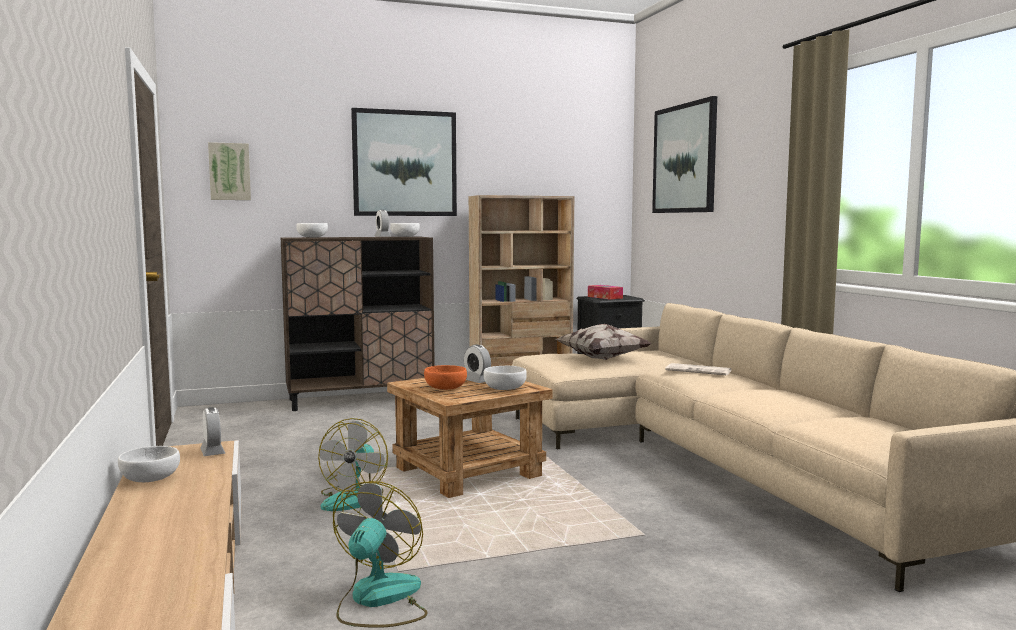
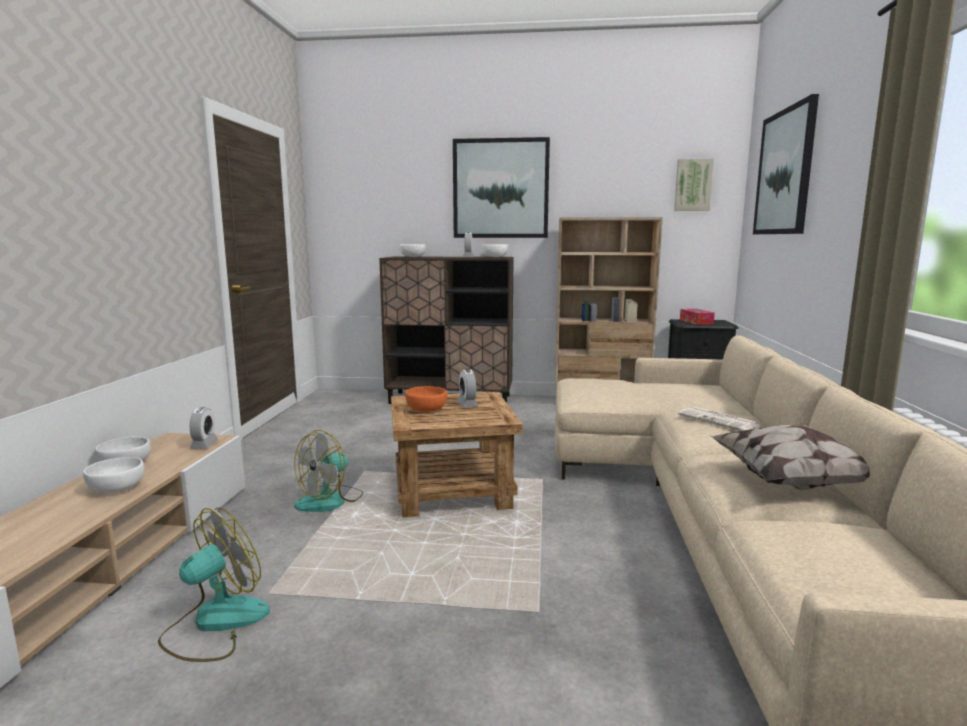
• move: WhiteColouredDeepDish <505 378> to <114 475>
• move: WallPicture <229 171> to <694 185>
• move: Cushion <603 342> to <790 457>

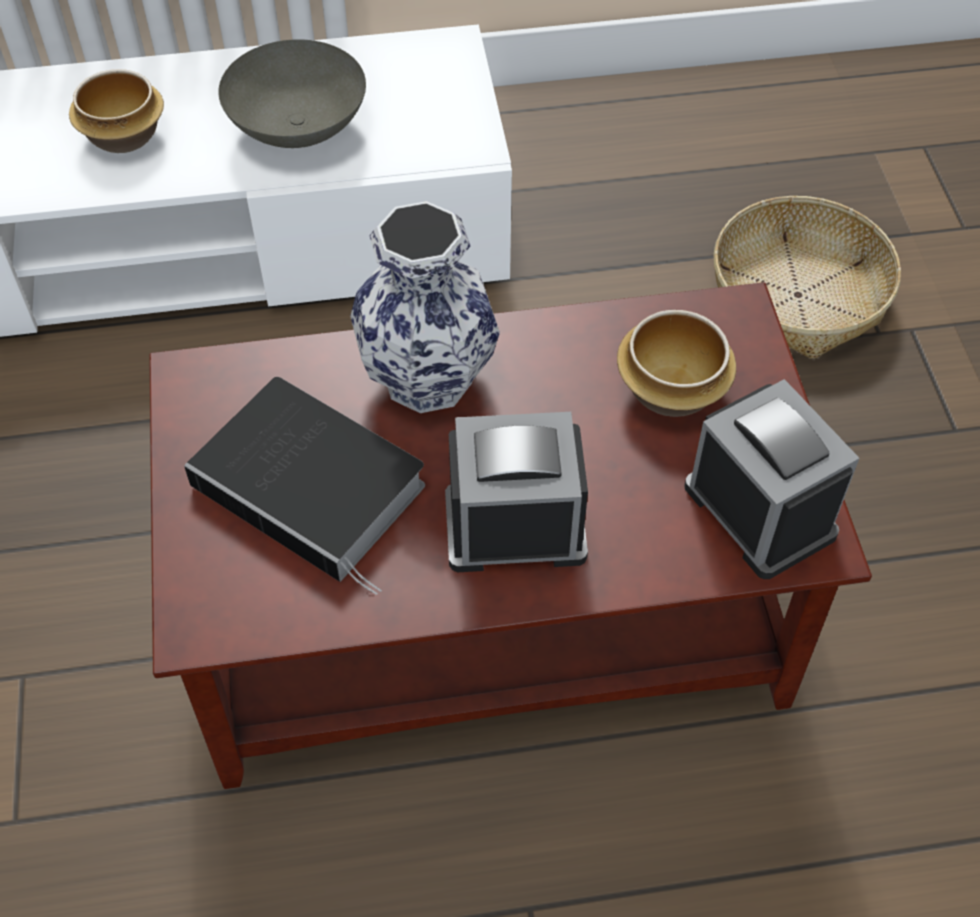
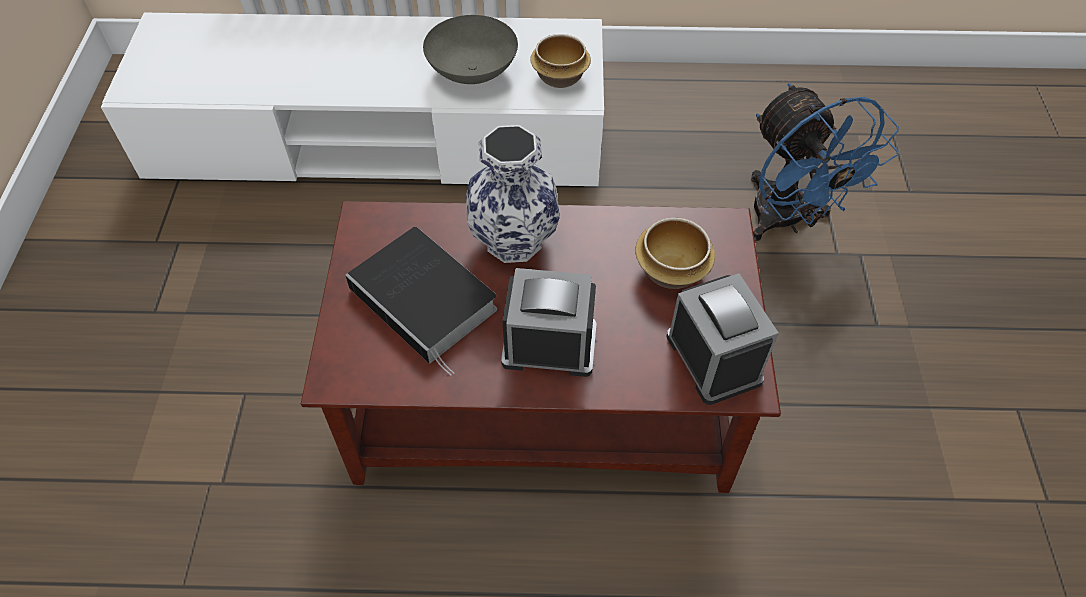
• move: DeepDish <116 111> to <560 61>
• replace: HouseholdBasket <807 278> to BluishFan <825 162>

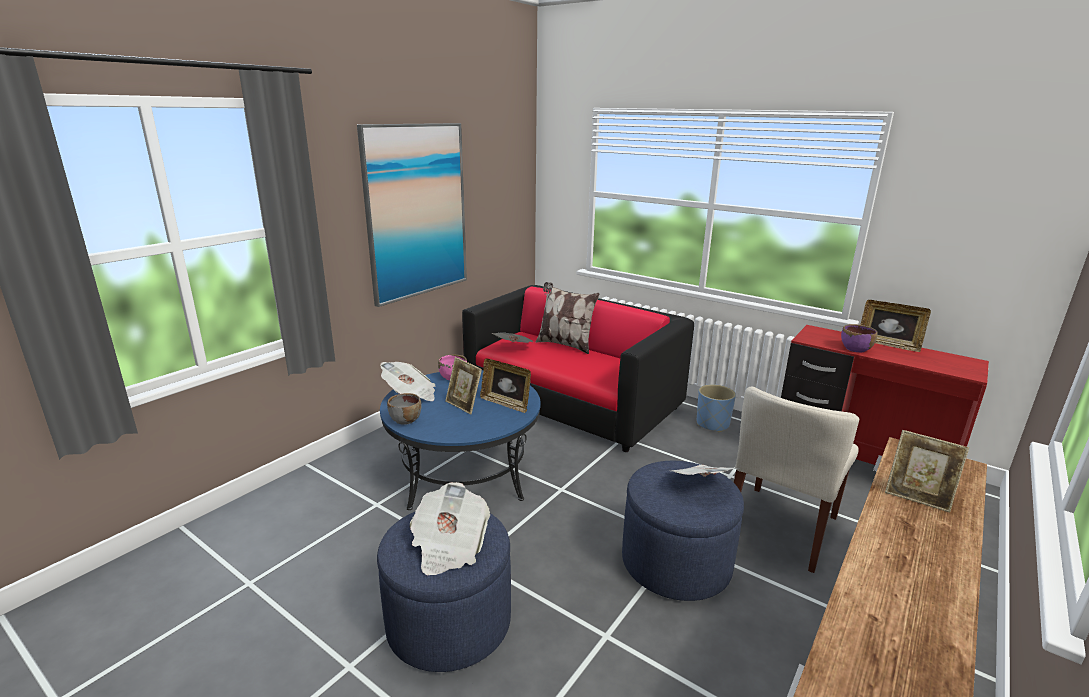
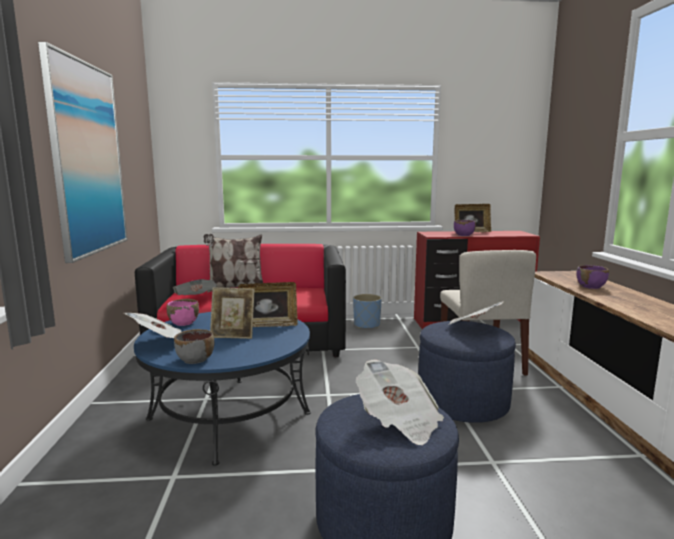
• replace: PhotoFrame <927 471> to PurplishDeepDish <592 277>

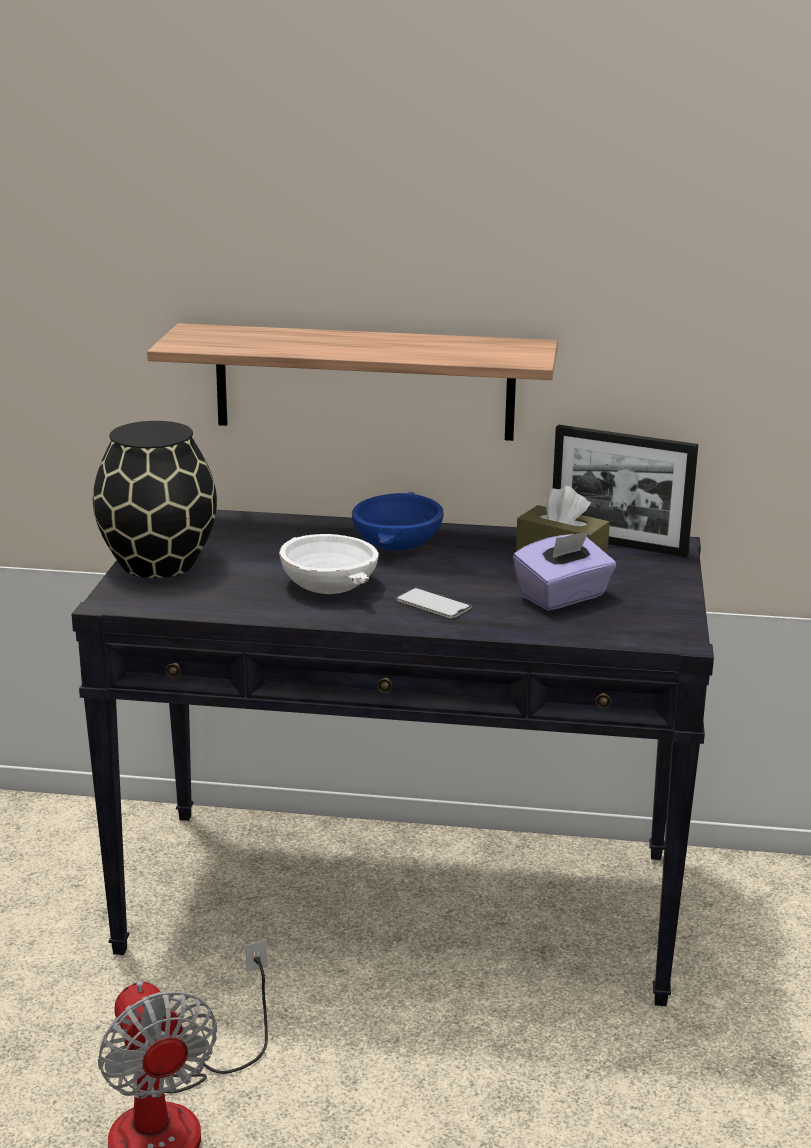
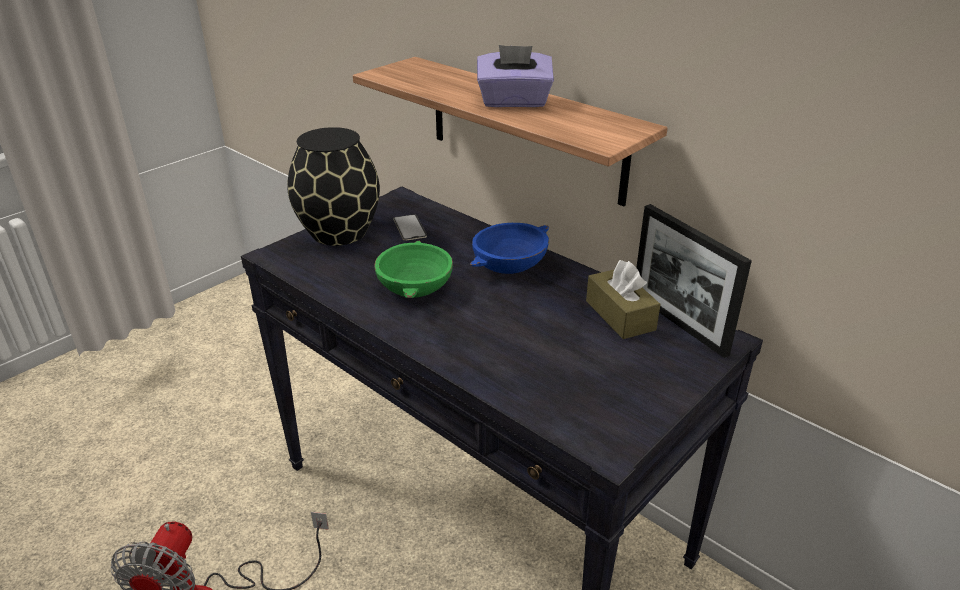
• recolor: WhiteColouredDeepDish <329 564> to GreenishDeepDish <413 269>
• move: Handset <434 603> to <410 227>
• move: PurplishTissueHolder <564 571> to <515 76>

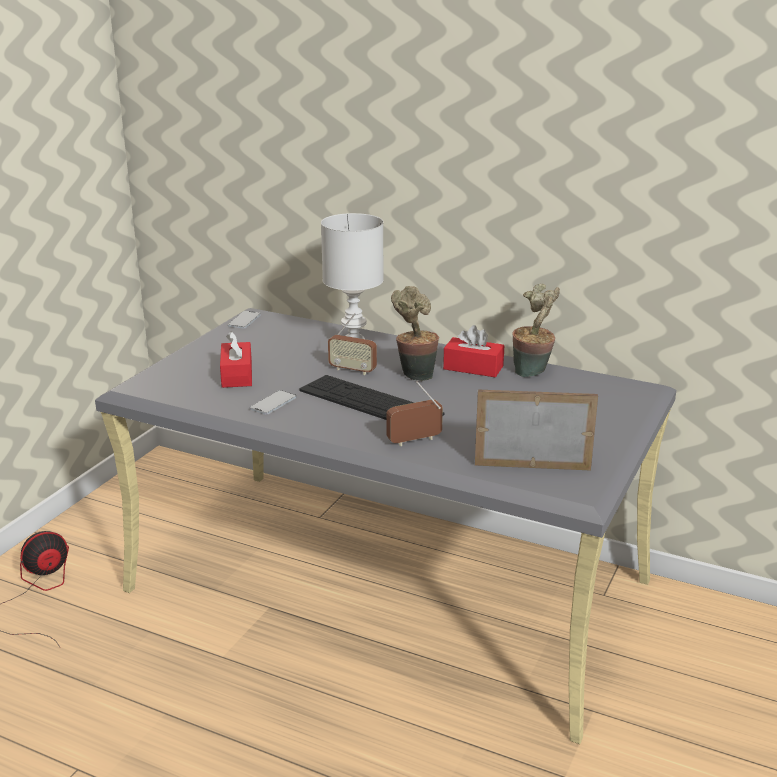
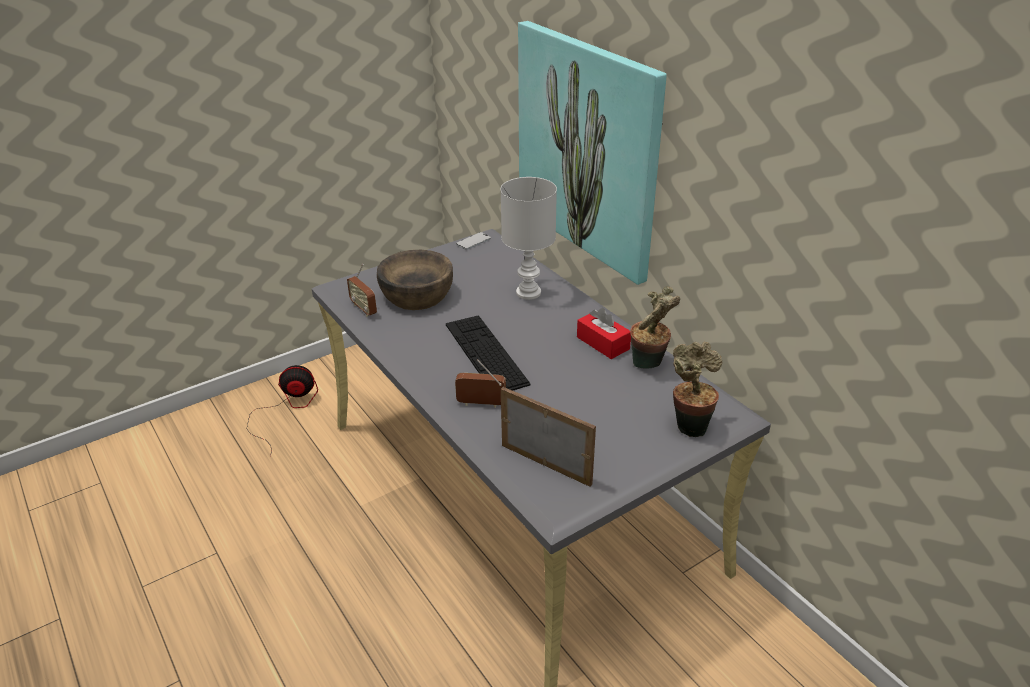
• move: RadioReceiver <352 344> to <362 290>
• replace: RedColouredTissueHolder <236 359> to BrownishDeepDish <415 280>
• insert: WallPicture <592 153>
• move: PottedPlant <415 333> to <697 389>
• delete: Handset <273 402>

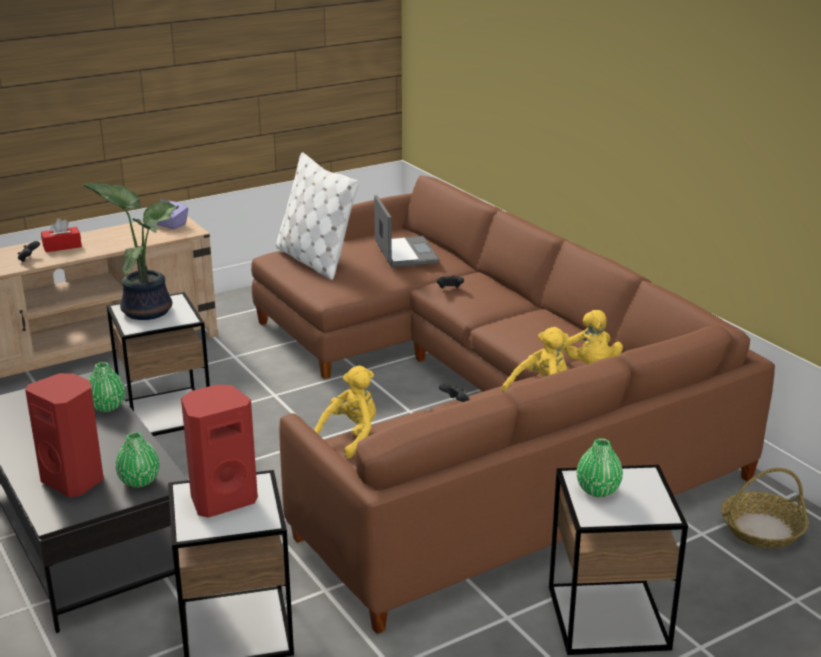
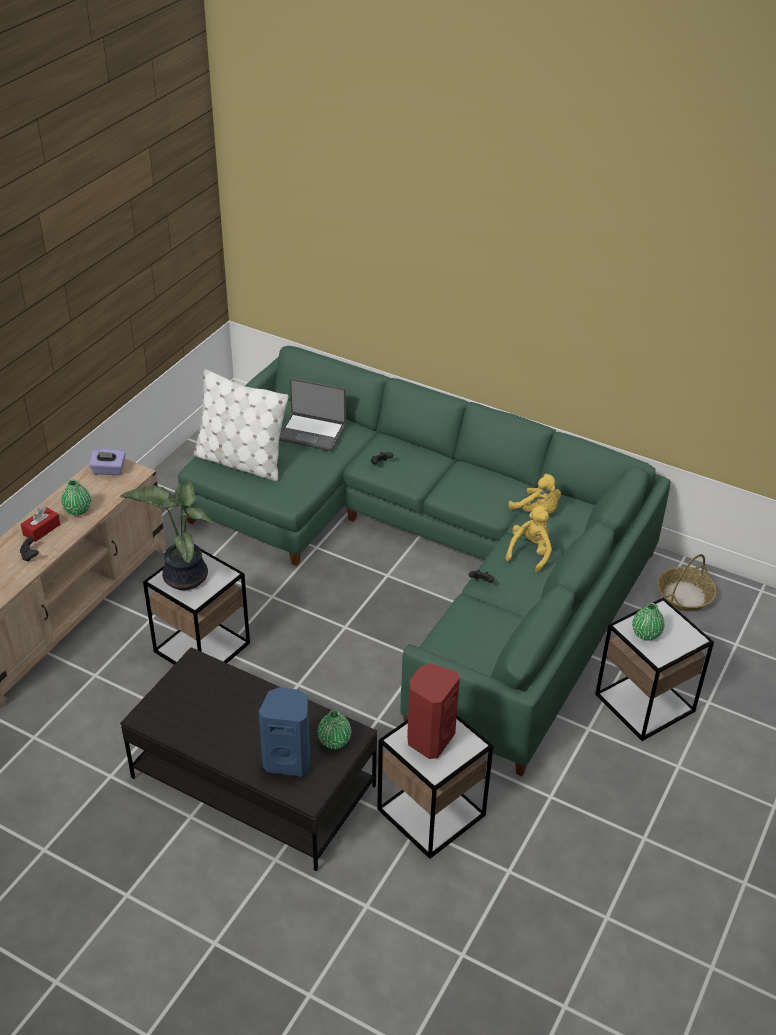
• move: GreenishDecorativeVase <106 387> to <76 498>
• recolor: BrownishSofa <513 404> to GreenishSofa <424 561>
• recolor: RedColouredSpeaker <64 435> to BluishSpeaker <284 732>
• rotate: PortableComputer <407 231> = <312 414> 150 degrees clockwise
• delete: YellowSoftToy <345 412>

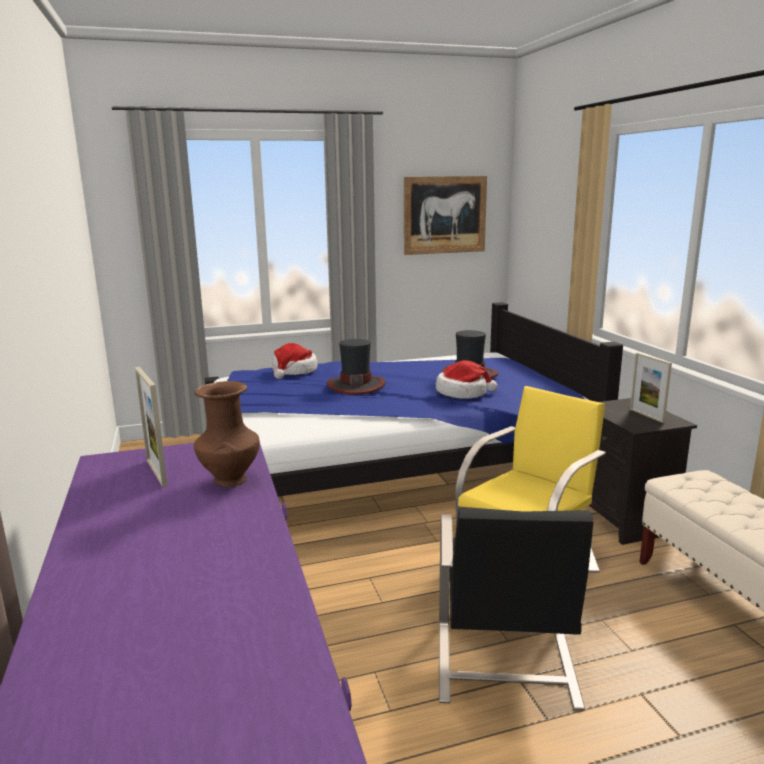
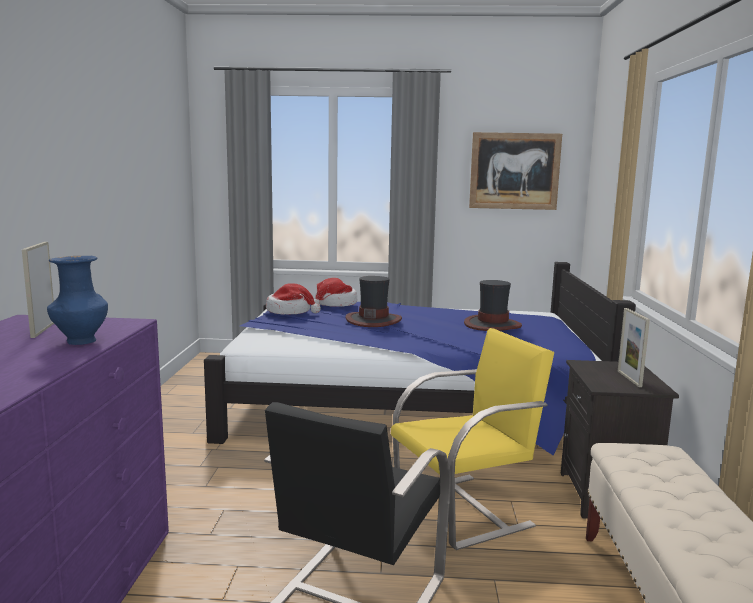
• recolor: BrownishDecorativeVase <227 434> to BluishDecorativeVase <77 300>
• move: WearableHat <467 379> to <293 299>

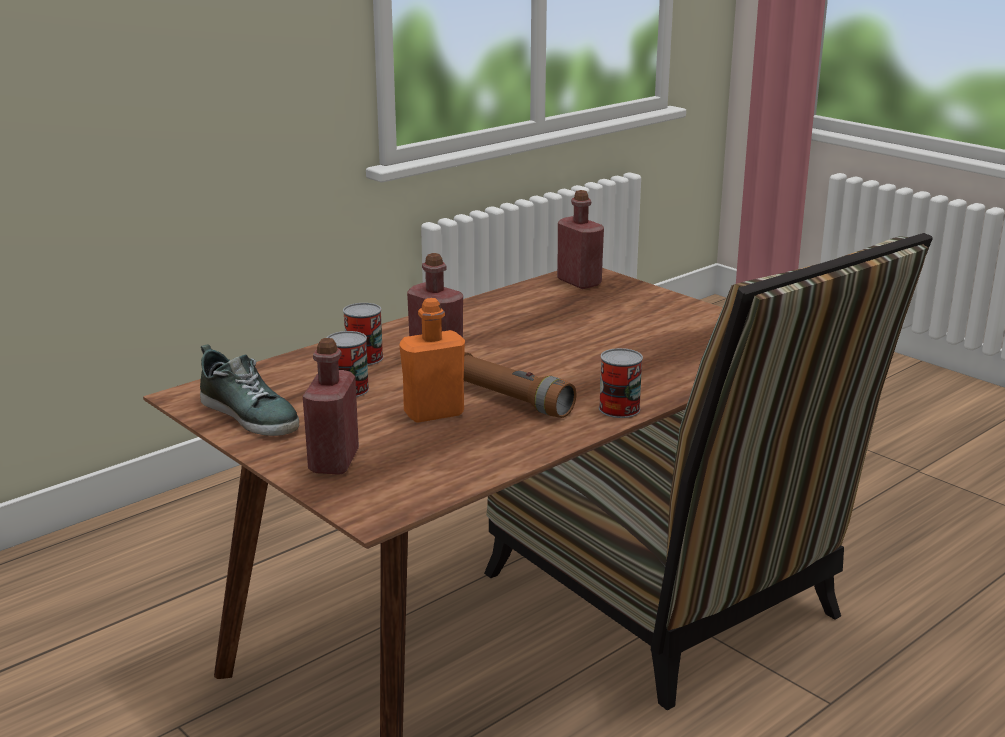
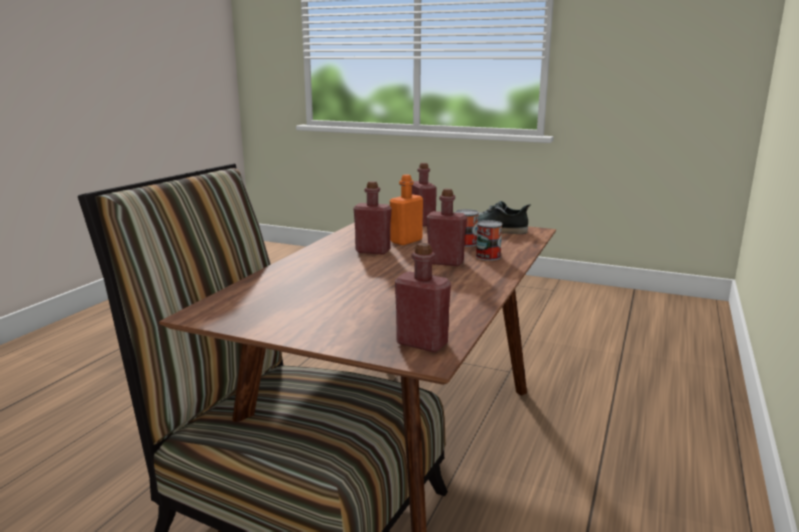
• replace: BrownishFlashlight <520 385> to RedColouredBeverageBottle <372 218>
• delete: SealedCan <621 383>

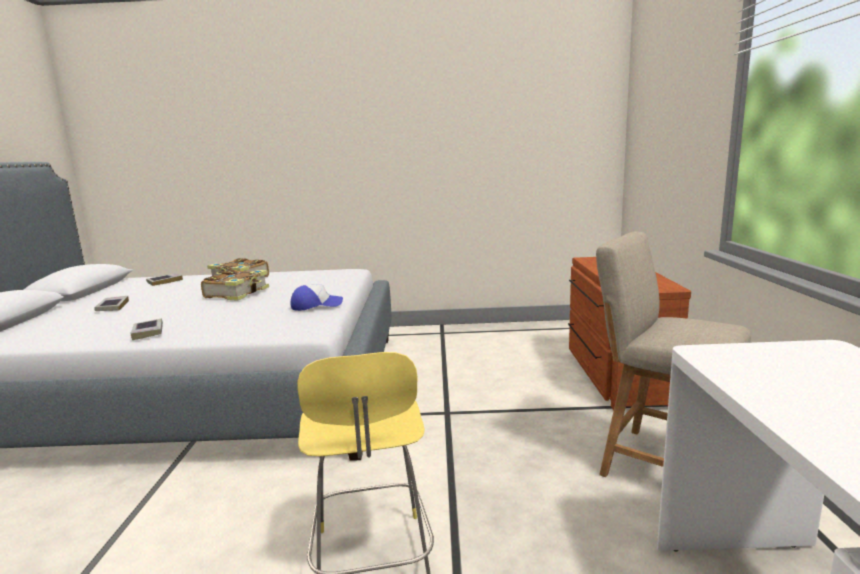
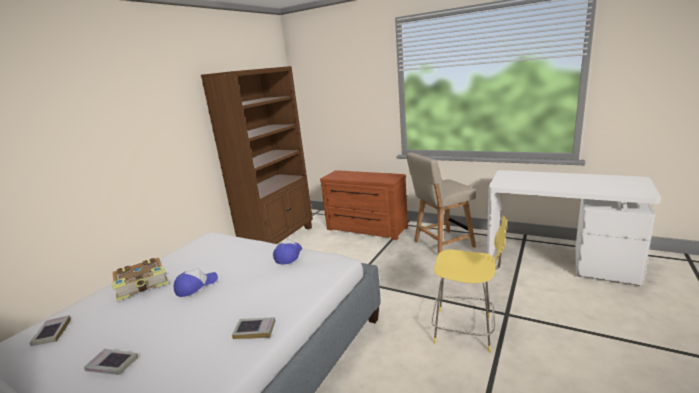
• replace: Volume <235 285> to BaseballCap <196 282>
• insert: BrownishBookshelf <257 155>

